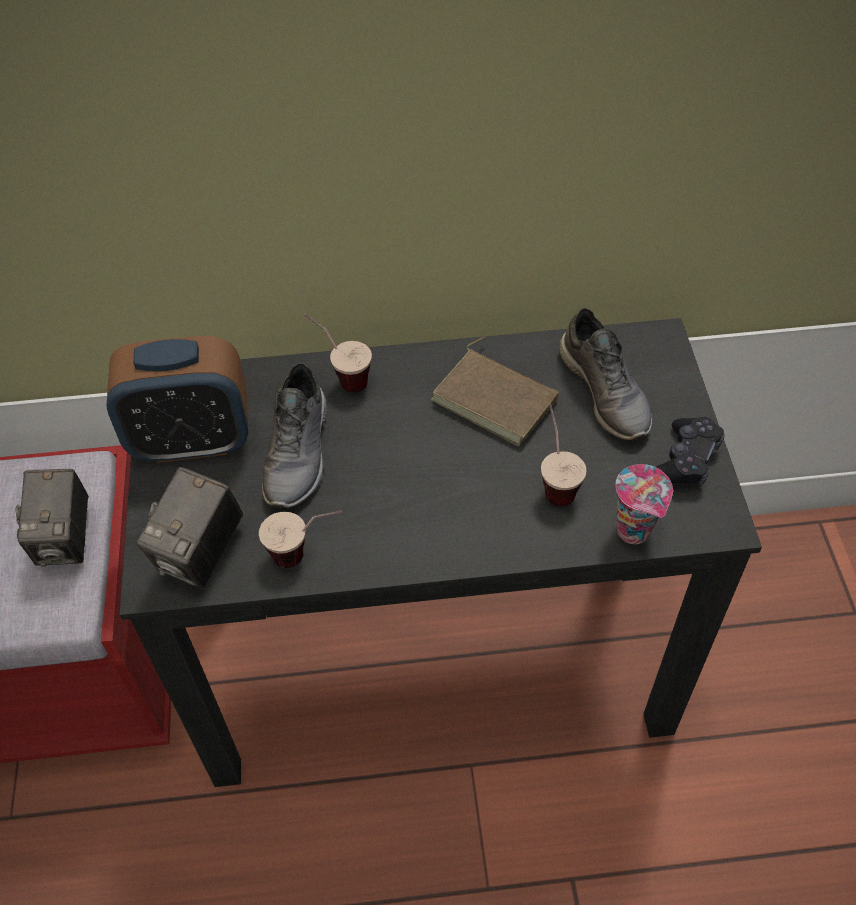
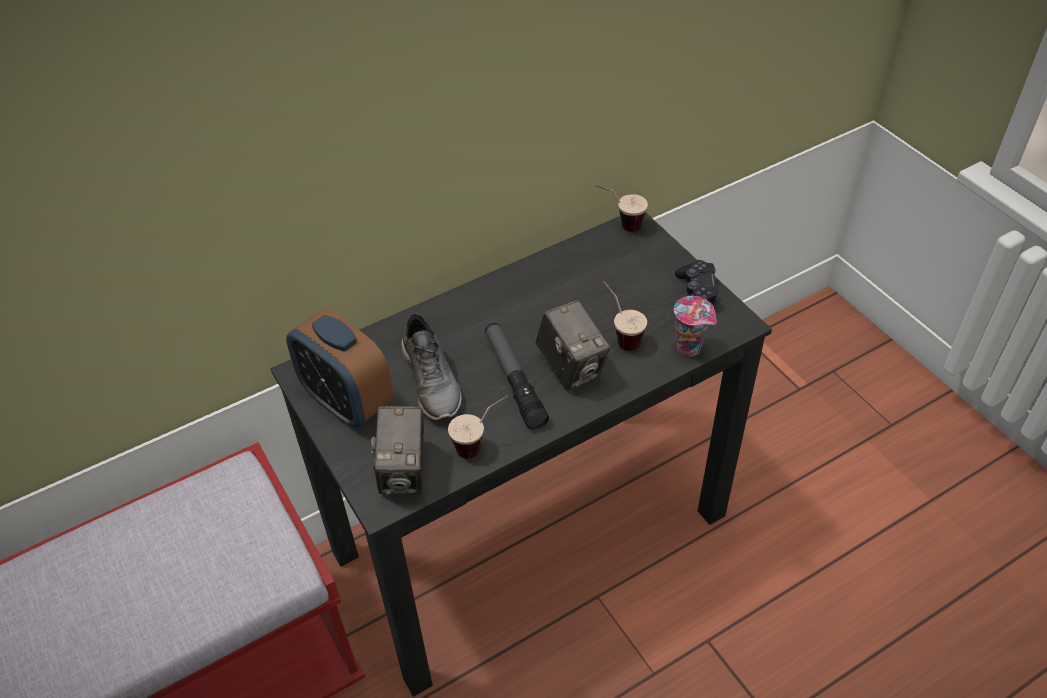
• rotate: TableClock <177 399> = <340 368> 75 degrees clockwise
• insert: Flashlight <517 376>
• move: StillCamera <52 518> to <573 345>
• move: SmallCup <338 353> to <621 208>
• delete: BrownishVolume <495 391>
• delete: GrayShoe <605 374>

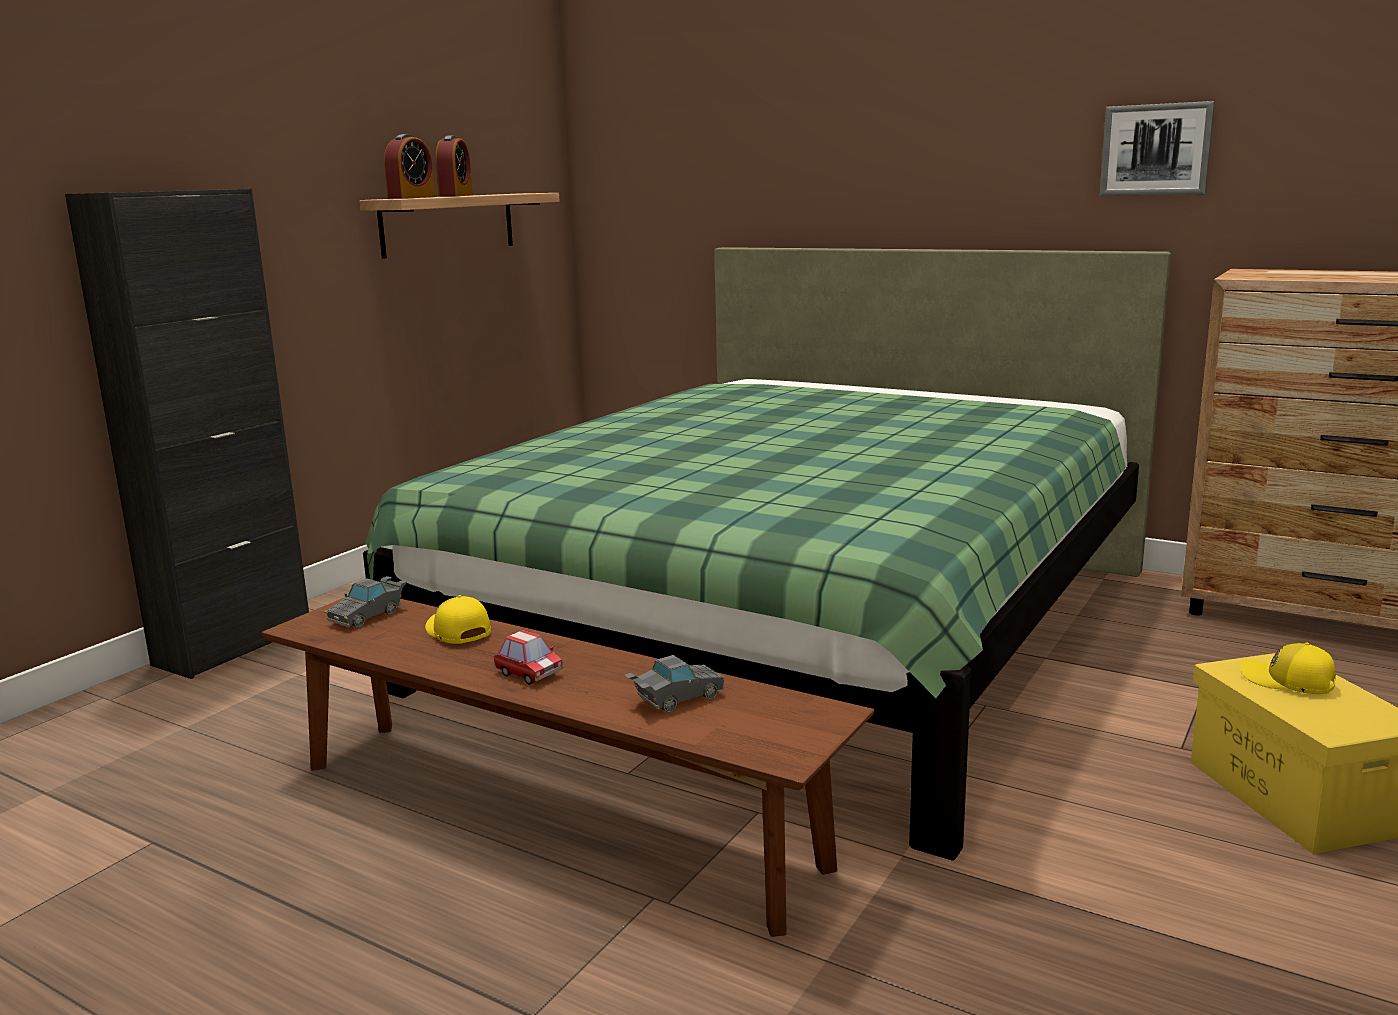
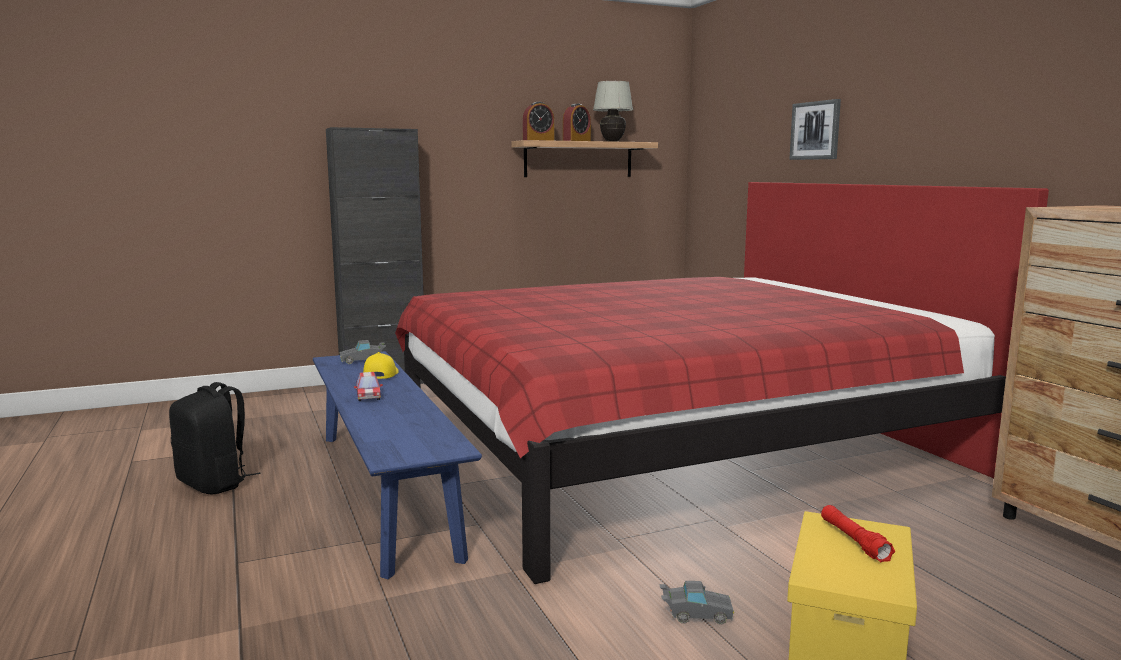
• insert: BlackishKnapsack <215 438>
• recolor: BrownishLongSeat <567 767> to BluishLongSeat <397 465>
• recolor: GreenishSleepingBed <767 554> to RedColouredSleepingBed <722 383>
• insert: WhiteColouredTableLamp <613 111>
• move: GrayToyCar <675 684> to <697 602>
• move: WallPicture <1157 148> to <815 129>
• replace: YellowBaseballCap <1288 668> to RedColouredFlashlight <858 533>

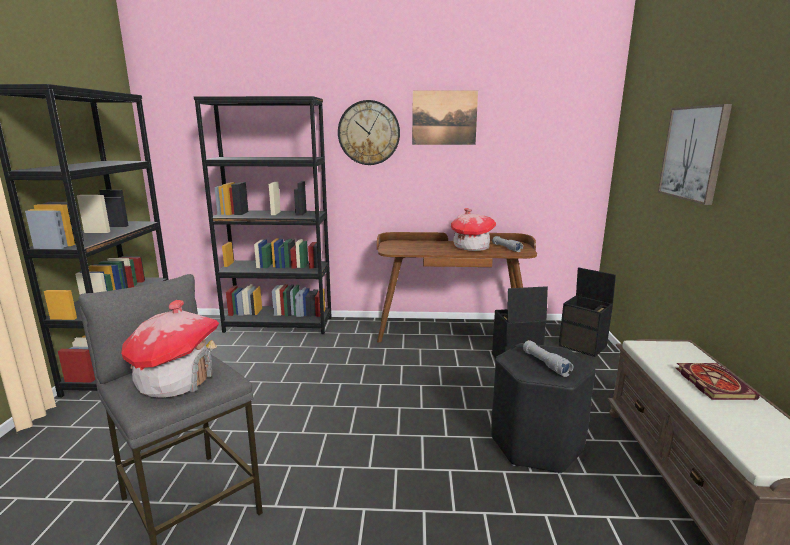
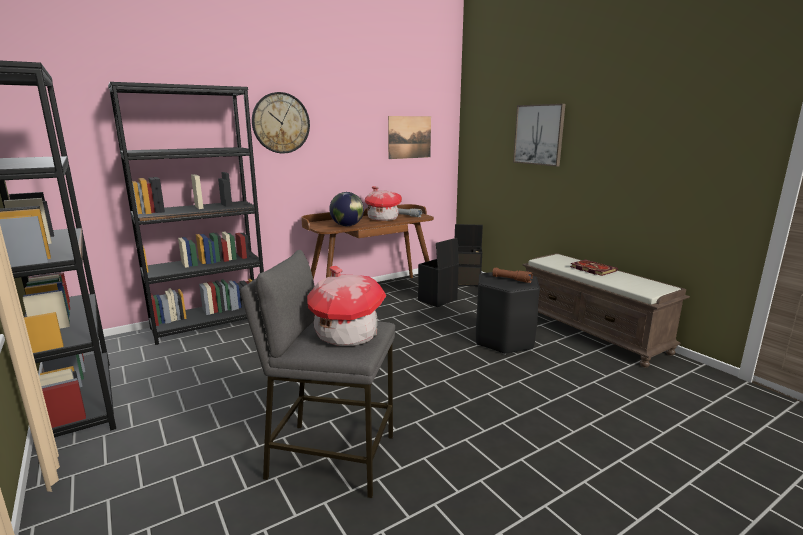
• insert: DeskGlobe <346 209>
• move: WallPicture <445 117> to <409 137>
• recolor: GrayFlashlight <548 358> to BrownishFlashlight <512 275>

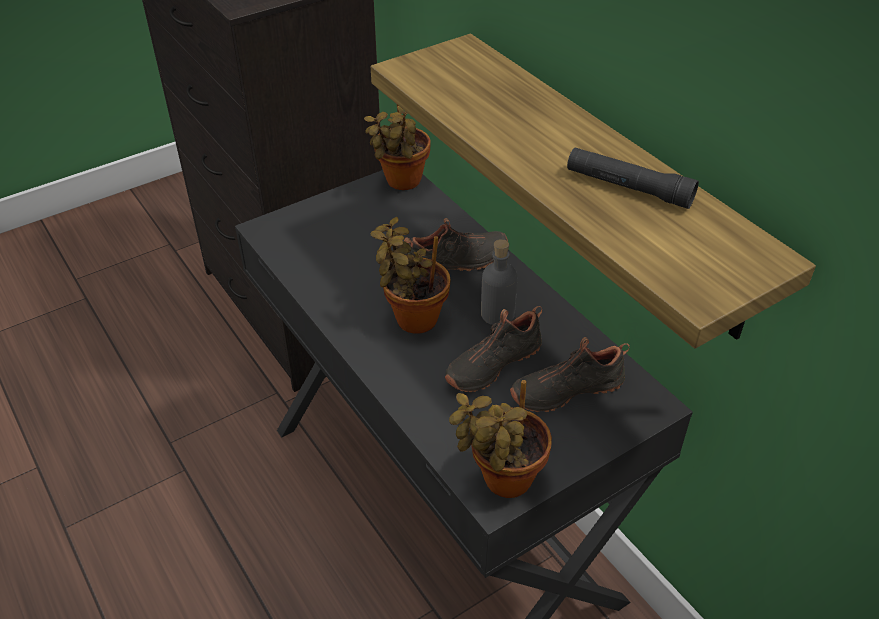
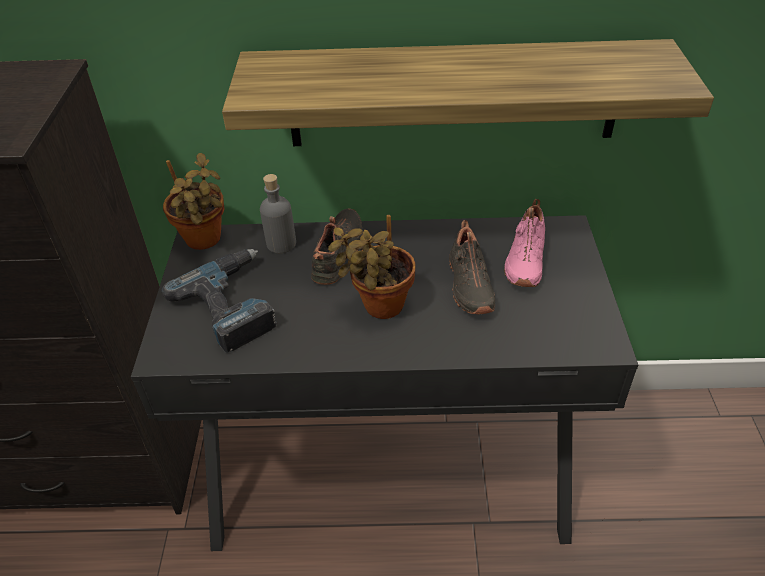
• insert: PowerDrill <219 301>
• move: GrayBeverageBottle <499 282> to <278 213>
• recolor: BlackishShoe <570 374> to PinkShoe <524 243>
• delete: PottedPlant <500 439>
• delete: BlackishFlashlight <633 178>

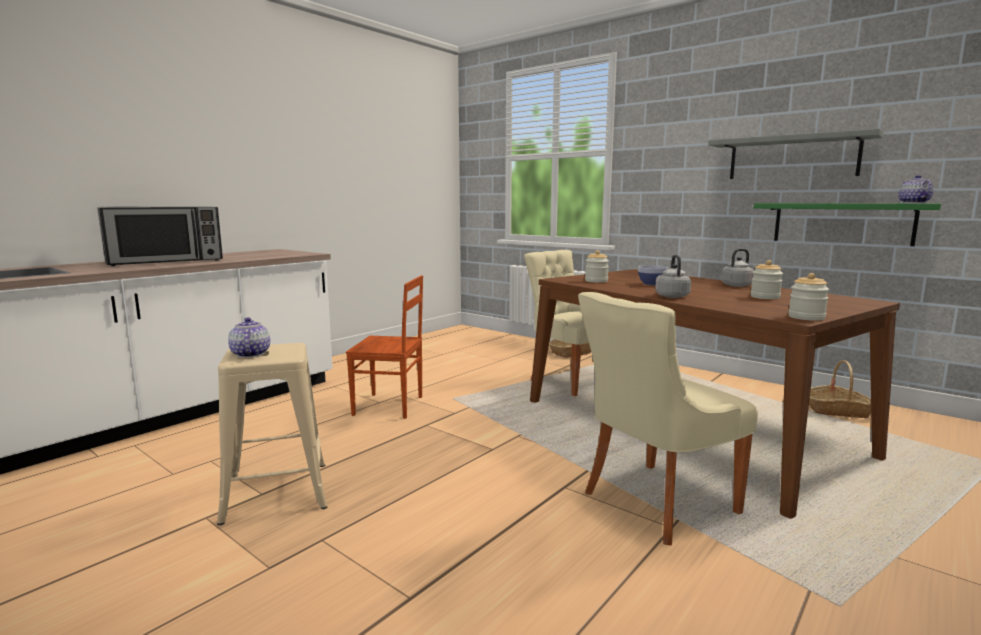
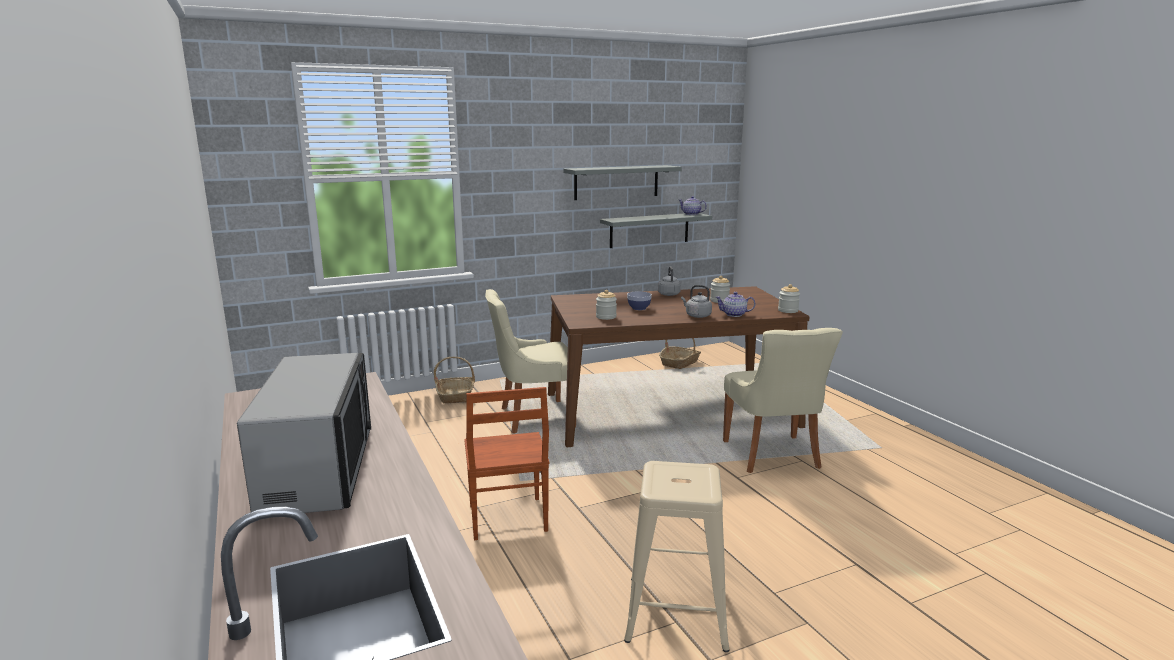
• rotate: BrownishUprightChair <384 347> = <506 463> 135 degrees clockwise
• recolor: GreenishShelf <847 224> to GrayShelf <656 230>
• move: TeaPot <249 337> to <735 304>

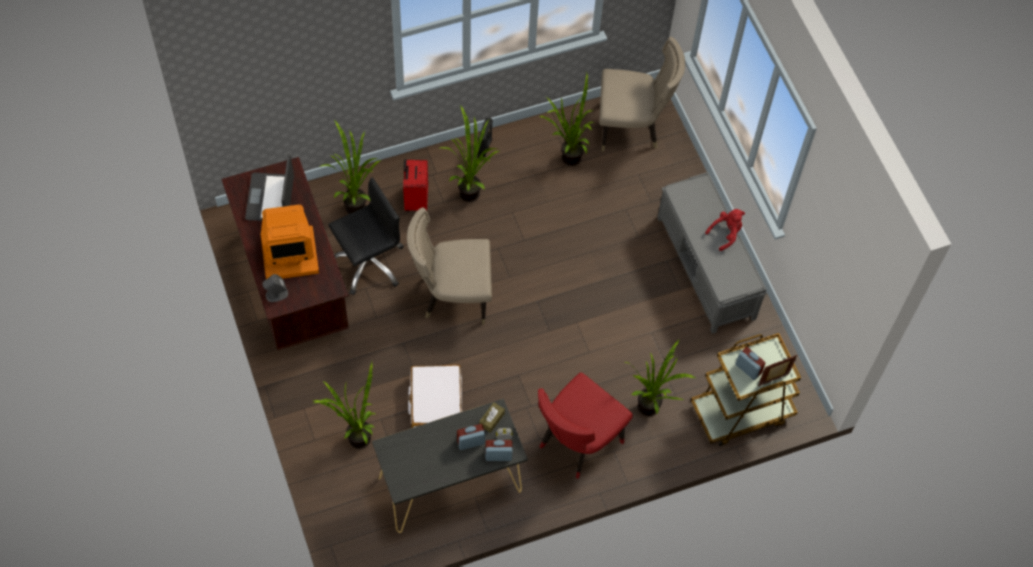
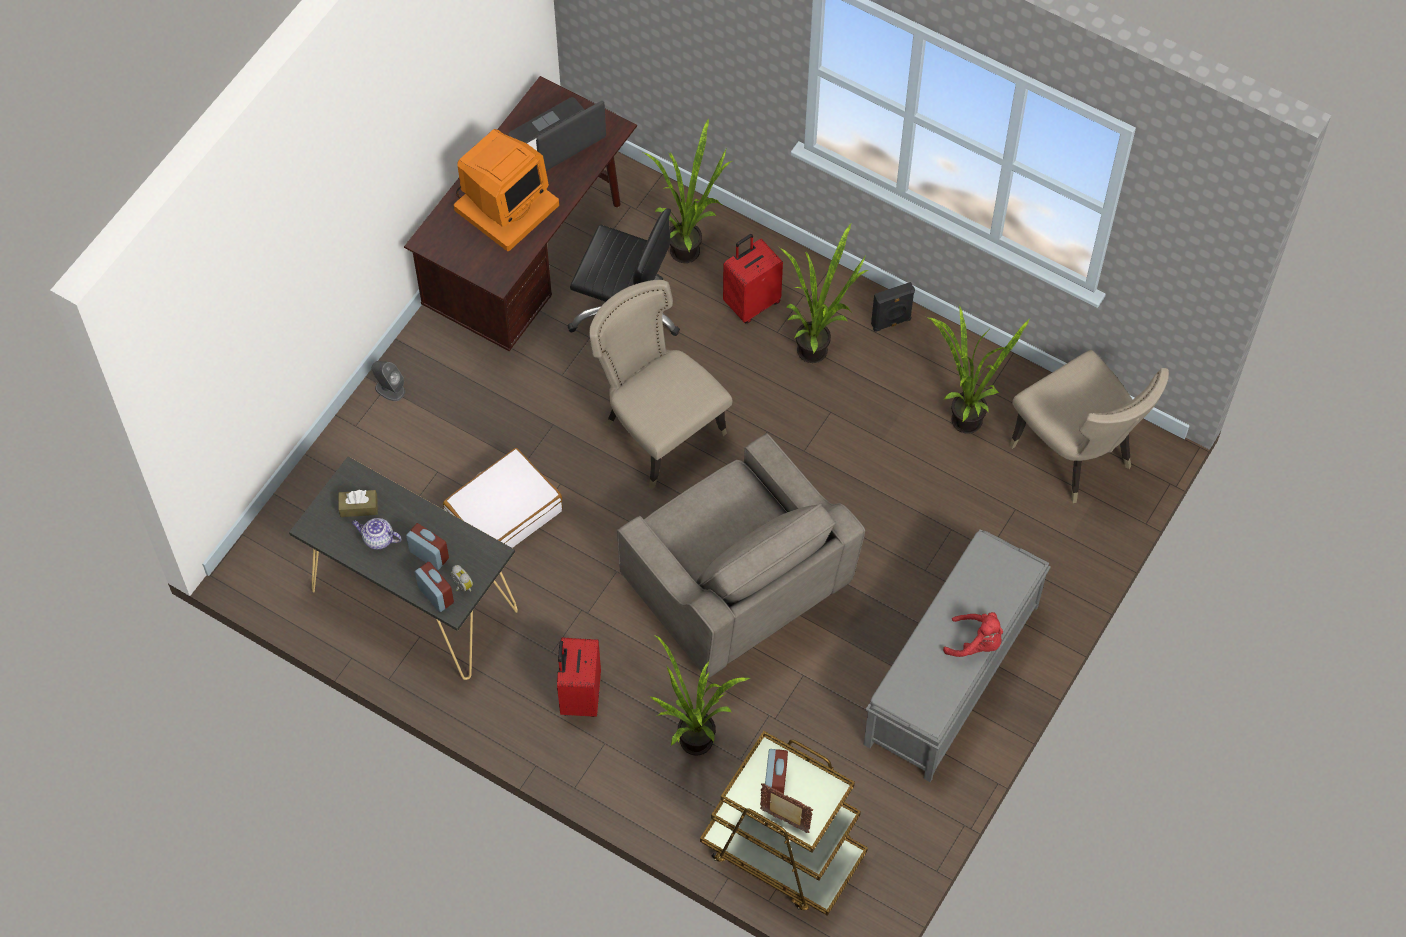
• move: BrownishTissueHolder <492 417> to <358 503>
• insert: TeaPot <376 534>
• move: GraySpeaker <275 288> to <388 381>
• rotate: ComputerDisplay <289 241> = <506 190> 90 degrees counterclockwise
• replace: RedColouredUprightChair <585 425> to RedColouredSuitcase <579 677>
• insert: GrayArmchair <741 555>
• delete: PottedPlant <344 405>

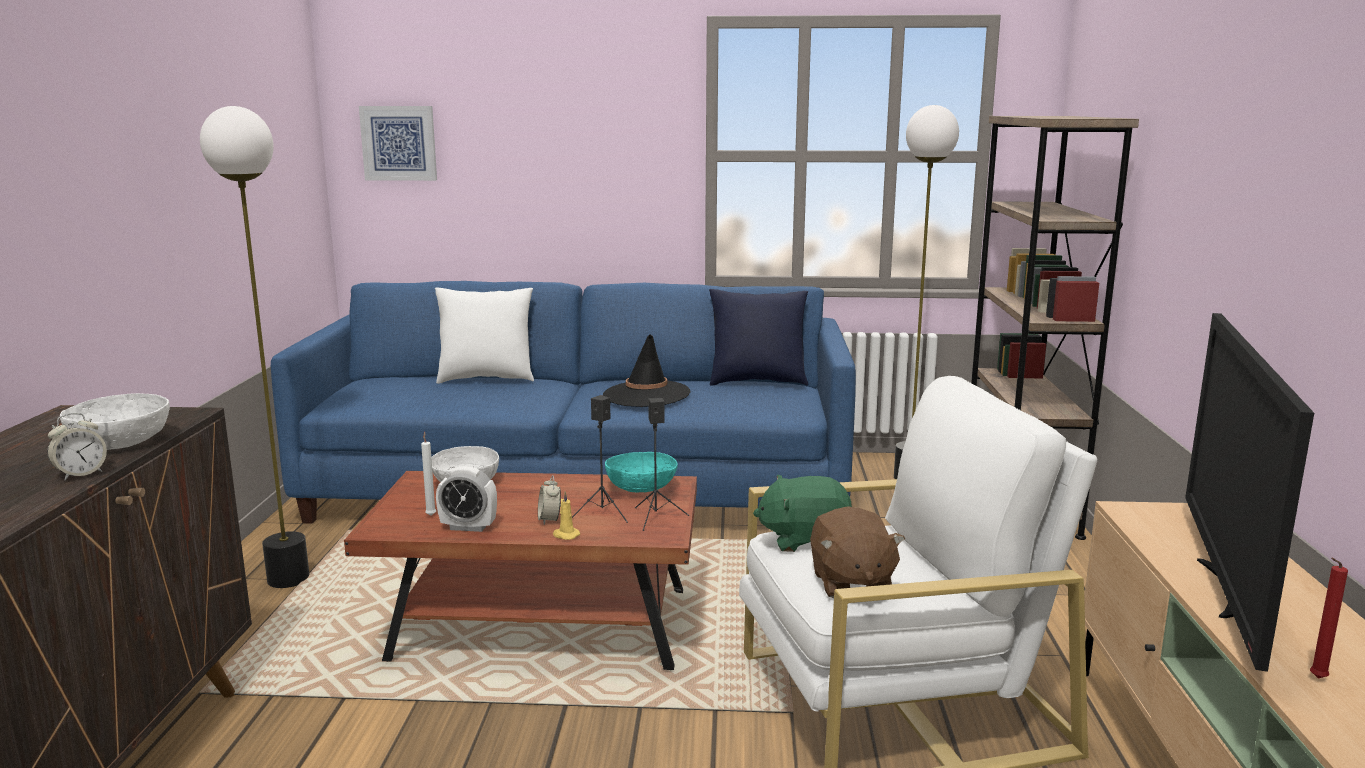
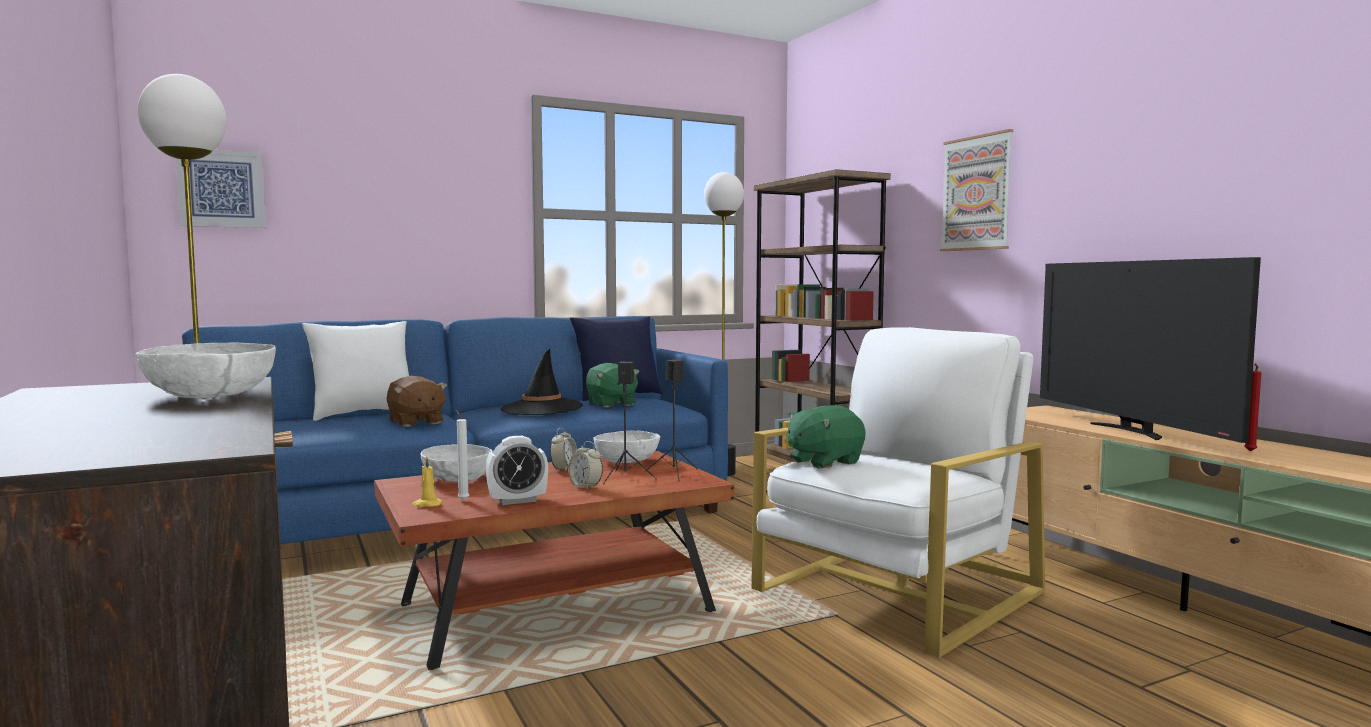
• move: BrownishSoftToy <857 552> to <417 401>
• move: YellowWaxLight <566 515> to <427 482>
• move: TableClock <77 447> to <563 450>
• insert: GreenishSoftToy <613 385>
• recolor: TurquoiseColouredDeepDish <641 472> to WhiteColouredDeepDish <627 447>
• insert: WallPicture <976 190>

